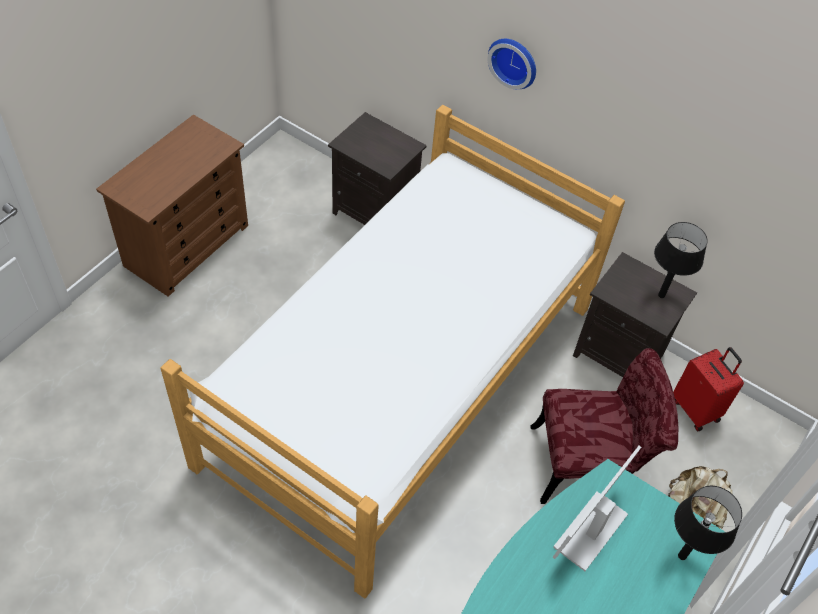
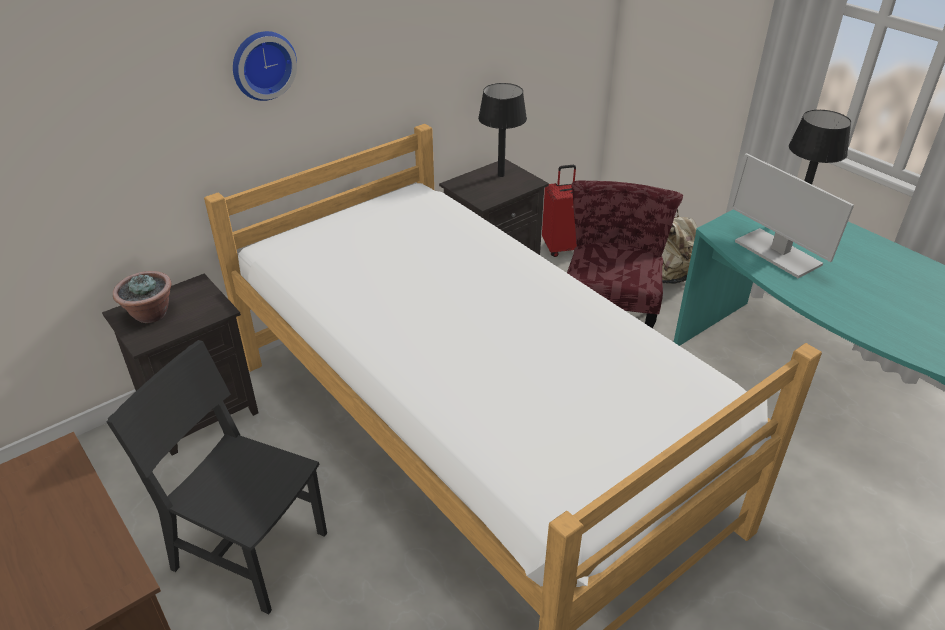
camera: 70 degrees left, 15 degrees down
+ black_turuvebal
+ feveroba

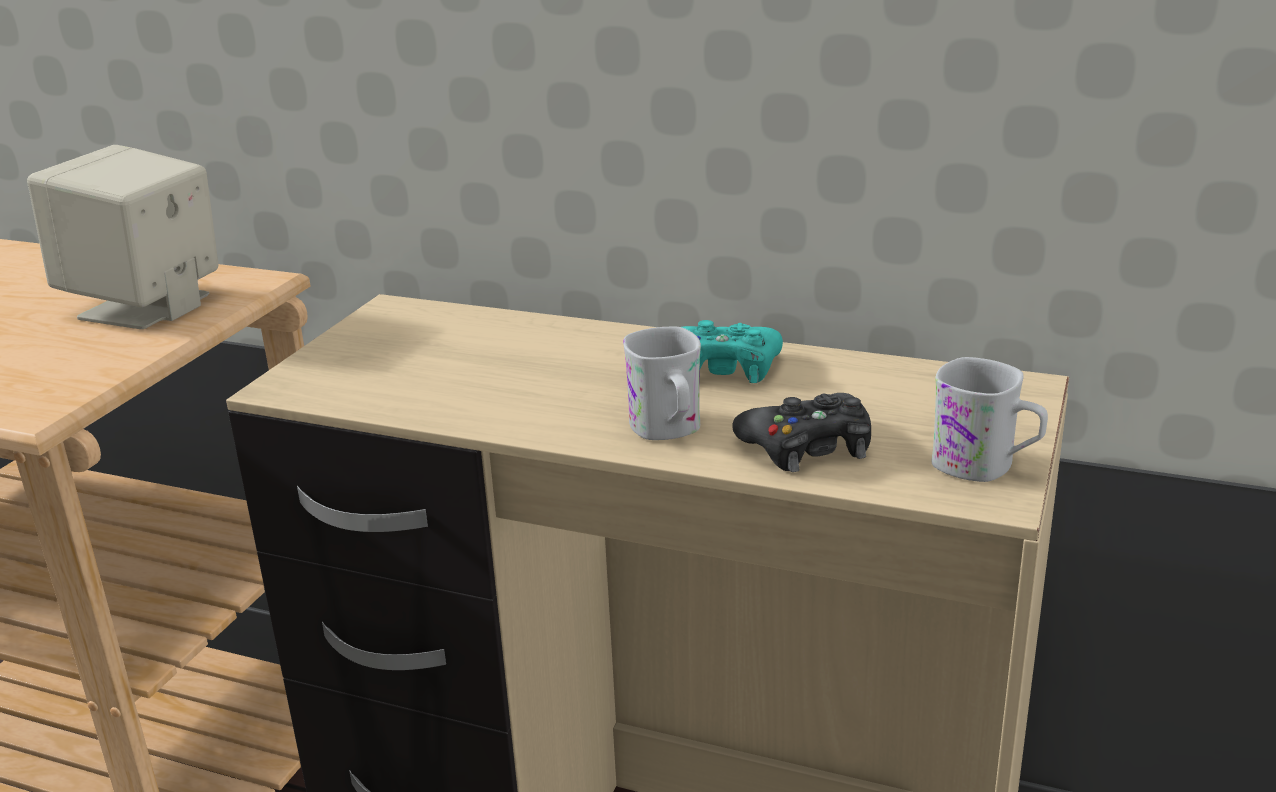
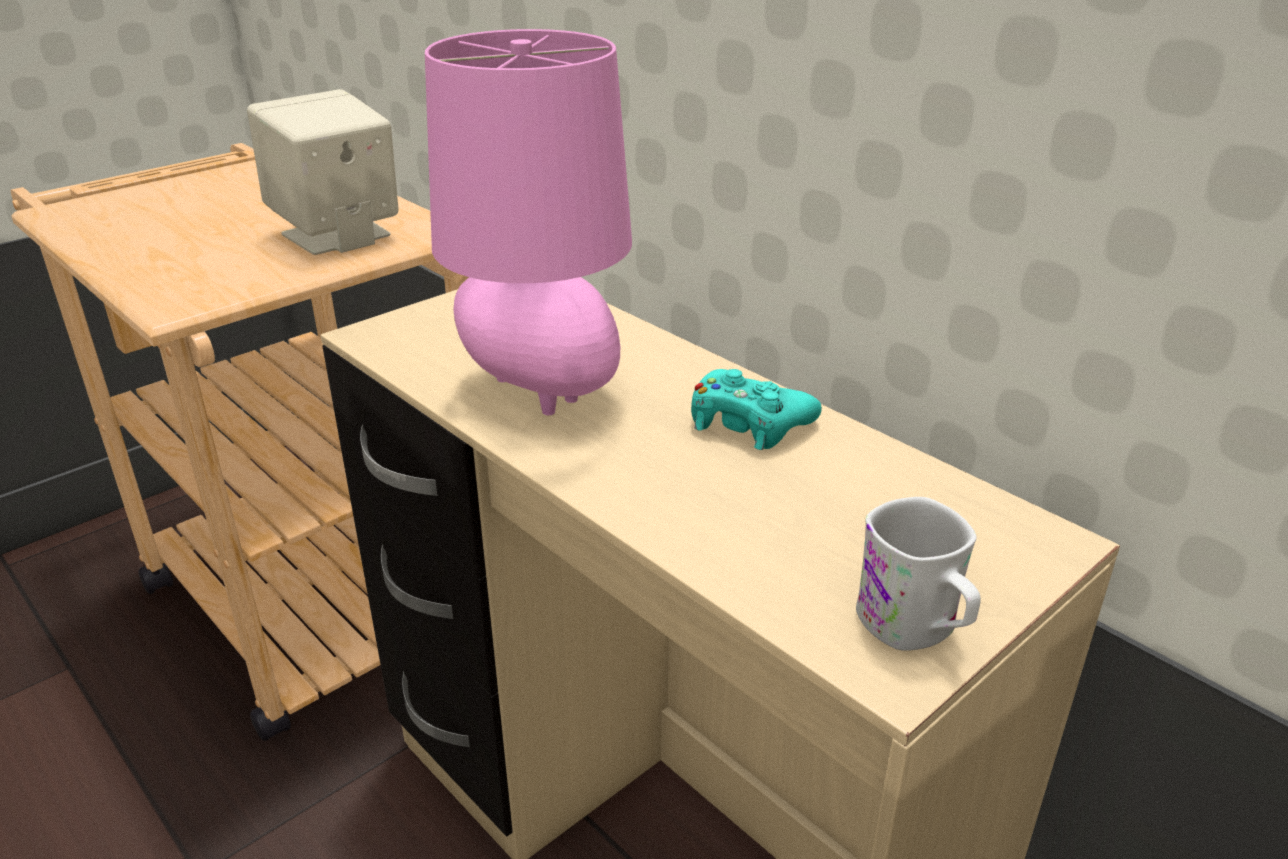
camera: 25 degrees right, 5 degrees up
- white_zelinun (no. 1 from left)
- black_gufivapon
+ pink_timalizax

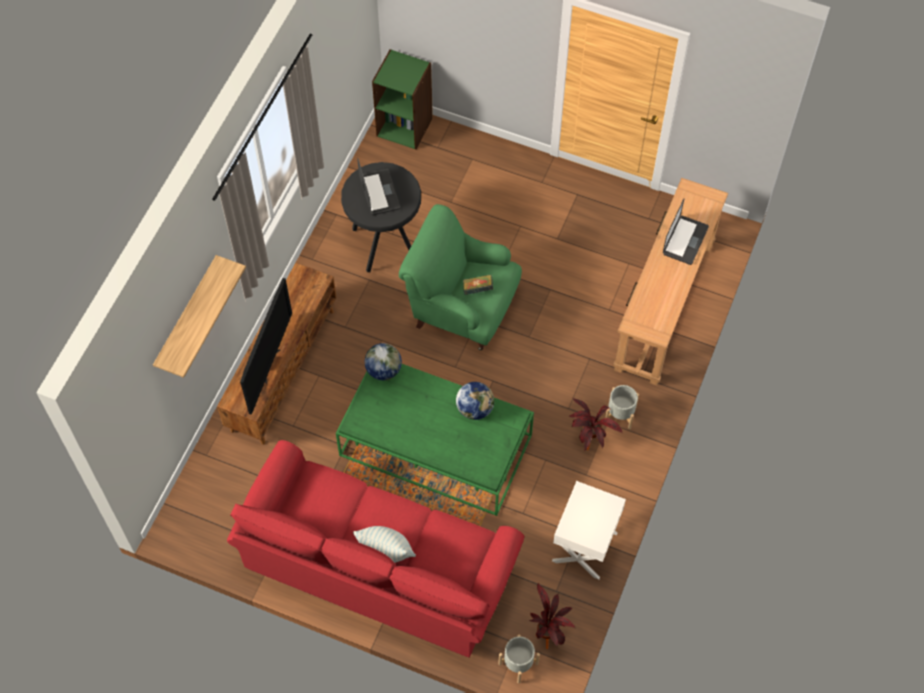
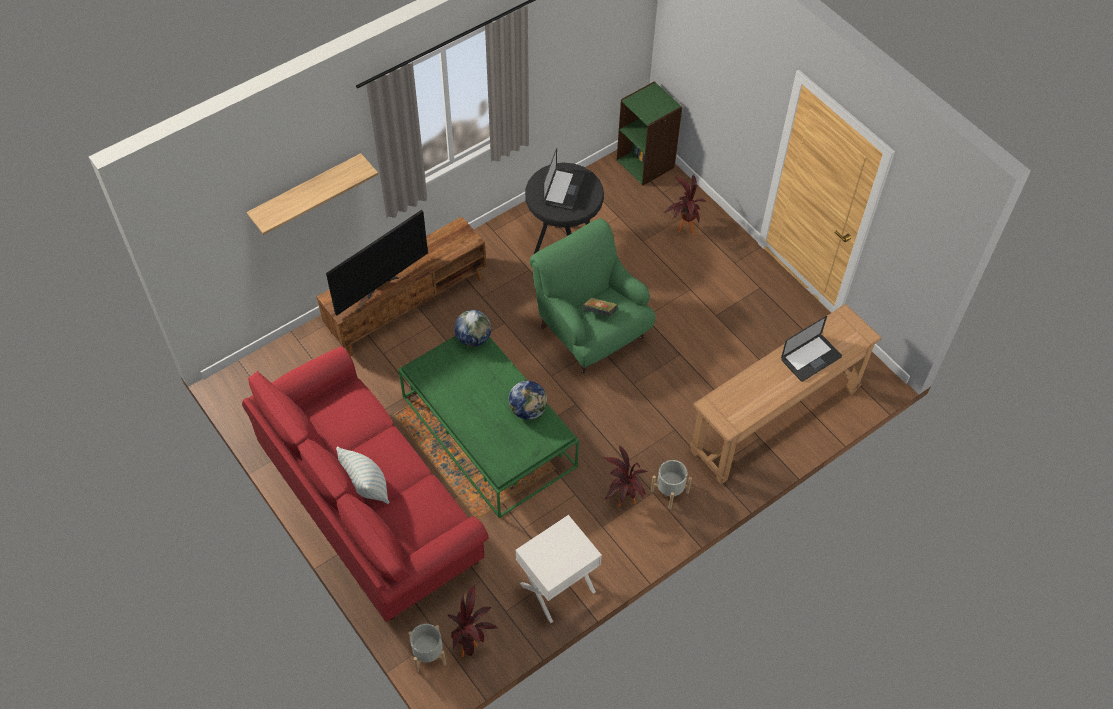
camera: 30 degrees right, 5 degrees down
+ feveroba (no. 3 from left)

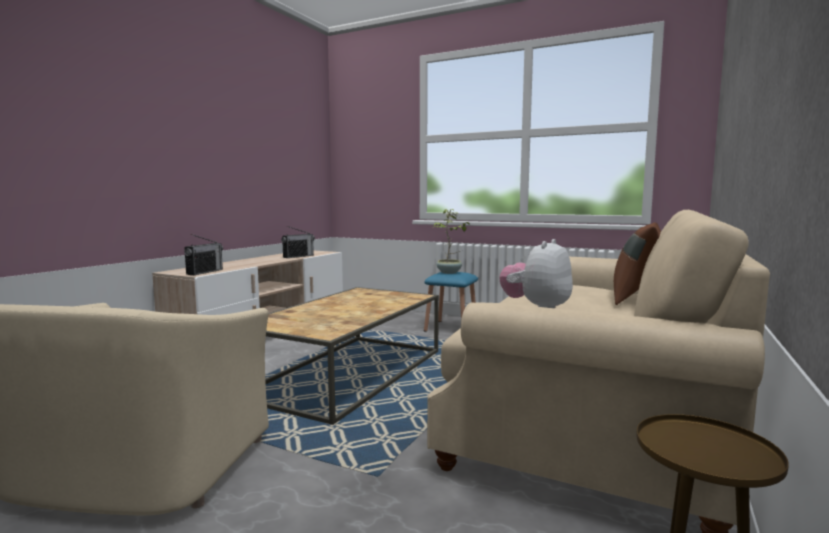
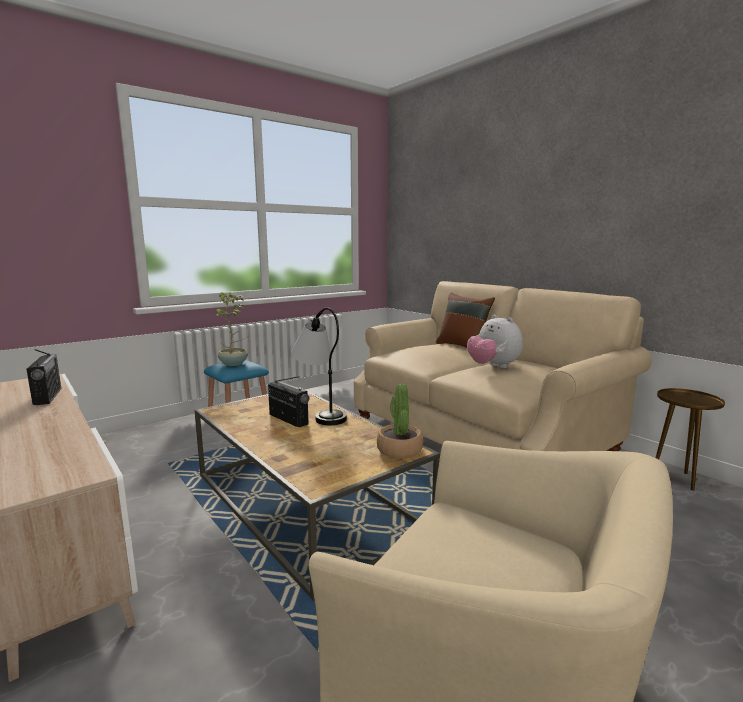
camera: 65 degrees left, 5 degrees up
+ timalizax
+ feveroba (no. 2 from left)
~ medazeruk (no. 1 from left in the first image) to medazeruk (no. 2 from left)

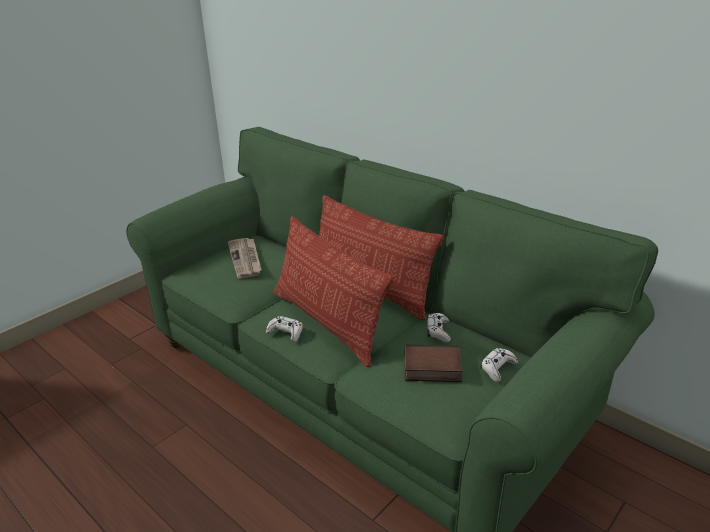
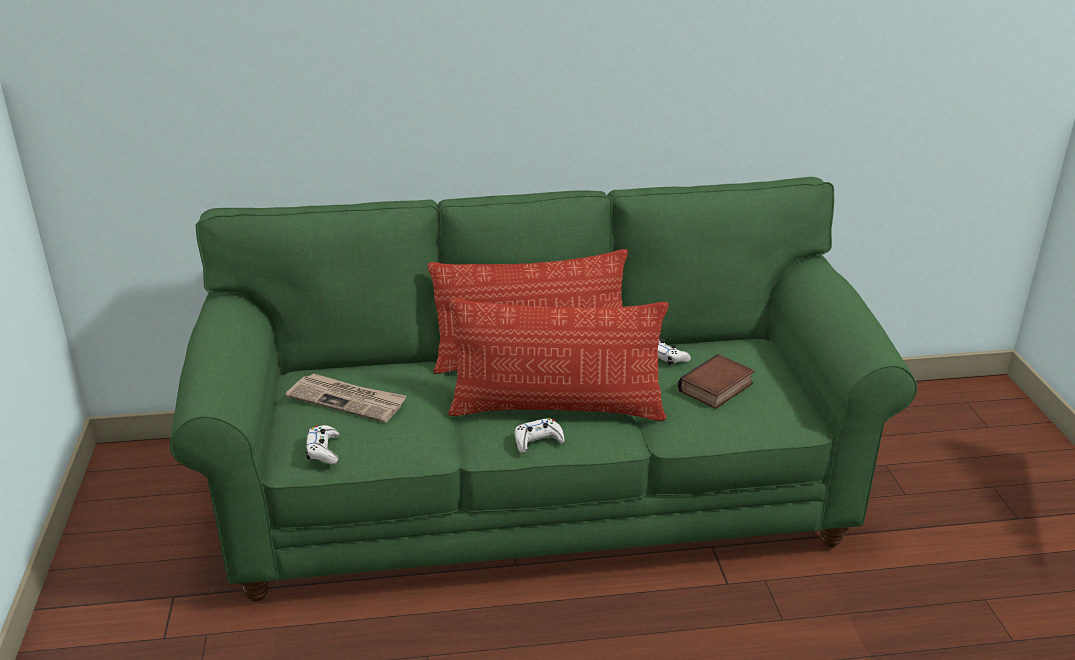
camera: 50 degrees left, 0 degrees up
~ white_gufivapon (no. 3 from left in the first image) to white_gufivapon (no. 1 from left)

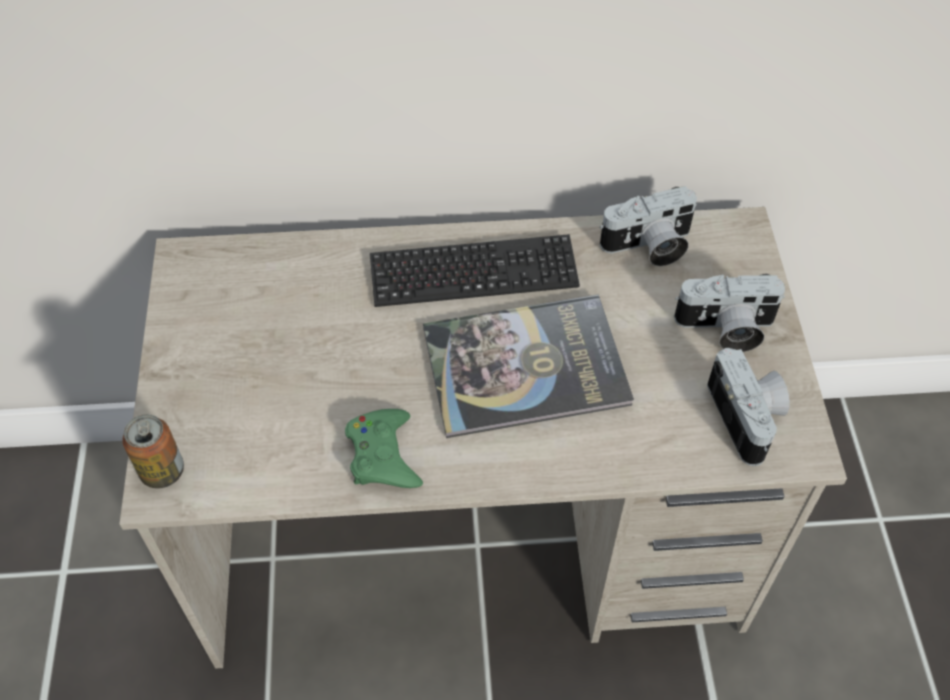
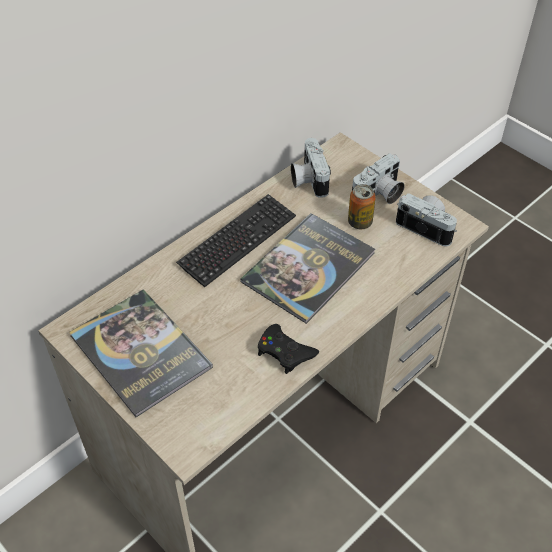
camera: 40 degrees left, 5 degrees down
+ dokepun (no. 1 from left)
~ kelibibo
~ green_gufivapon to black_gufivapon
~ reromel (no. 1 from left) 135 degrees clockwise

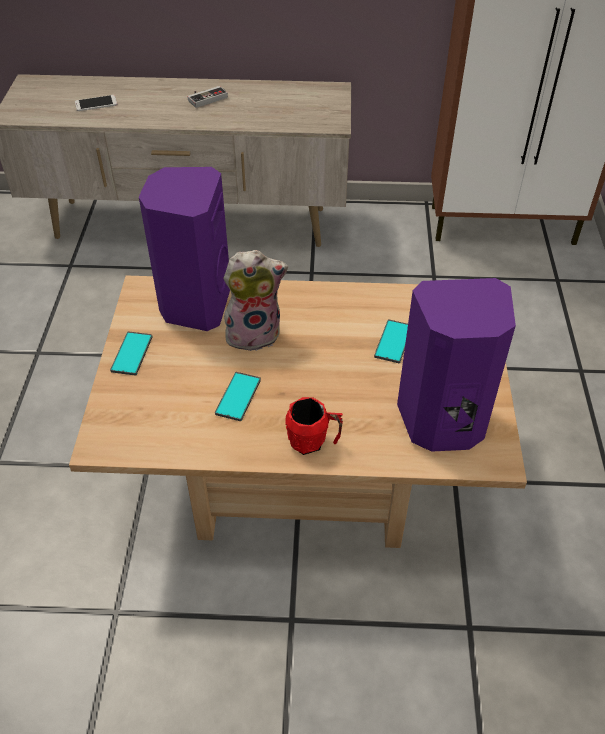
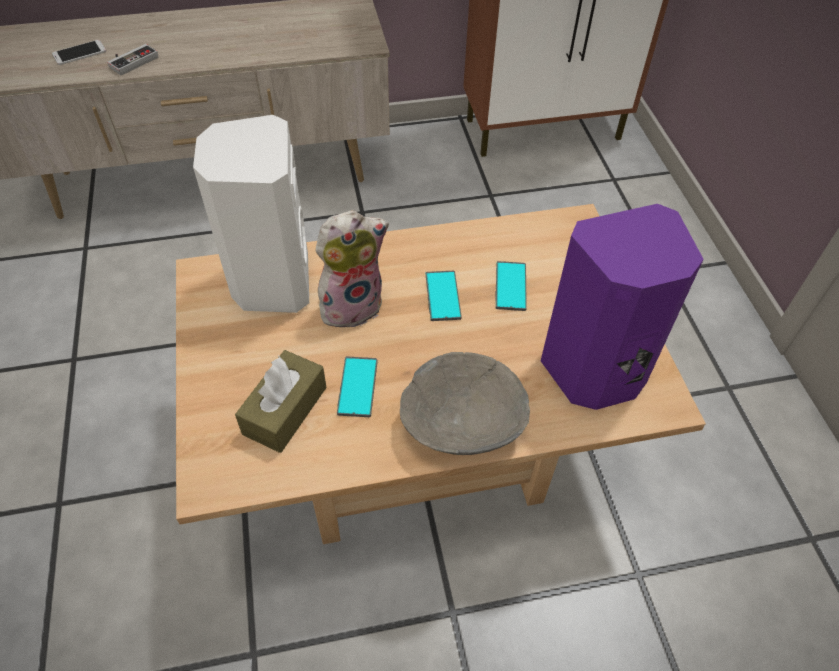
camera: 15 degrees left, 5 degrees up
+ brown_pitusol
~ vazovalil (no. 2 from left in the first image) to vazovalil (no. 3 from left)
~ gufivapon
~ red_zelinun to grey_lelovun
~ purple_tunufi (no. 1 from left) to white_tunufi

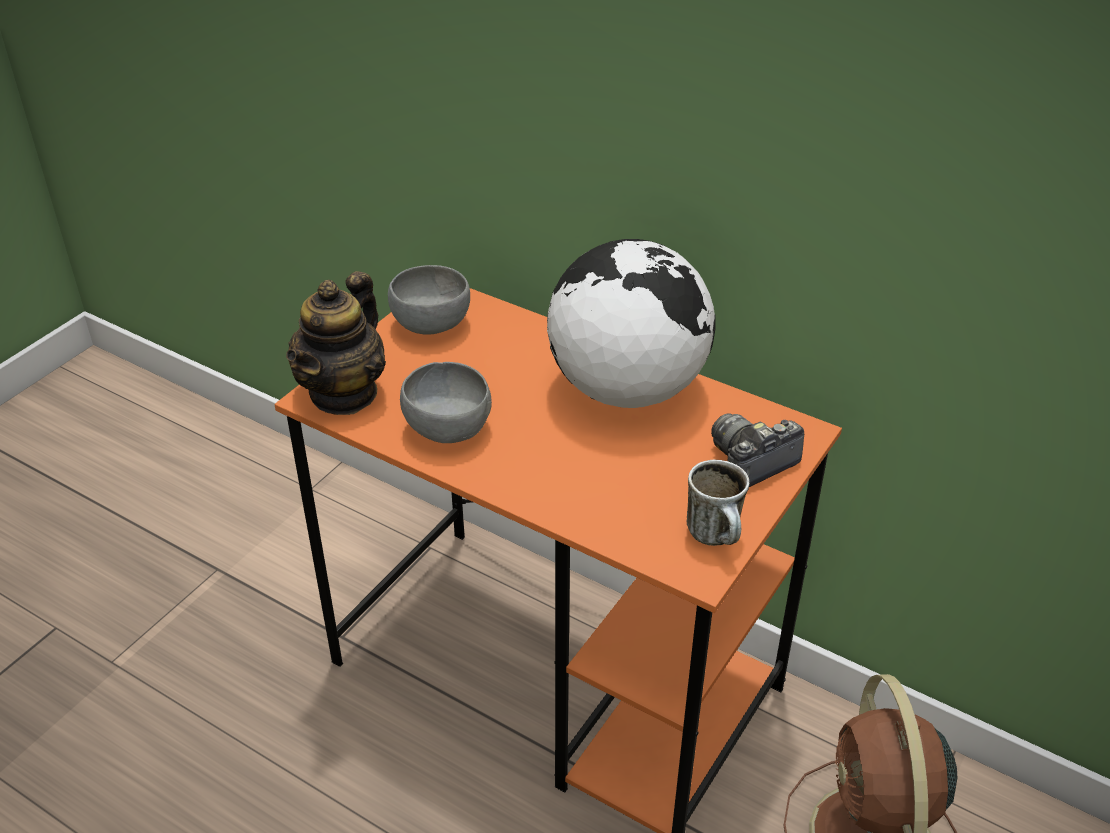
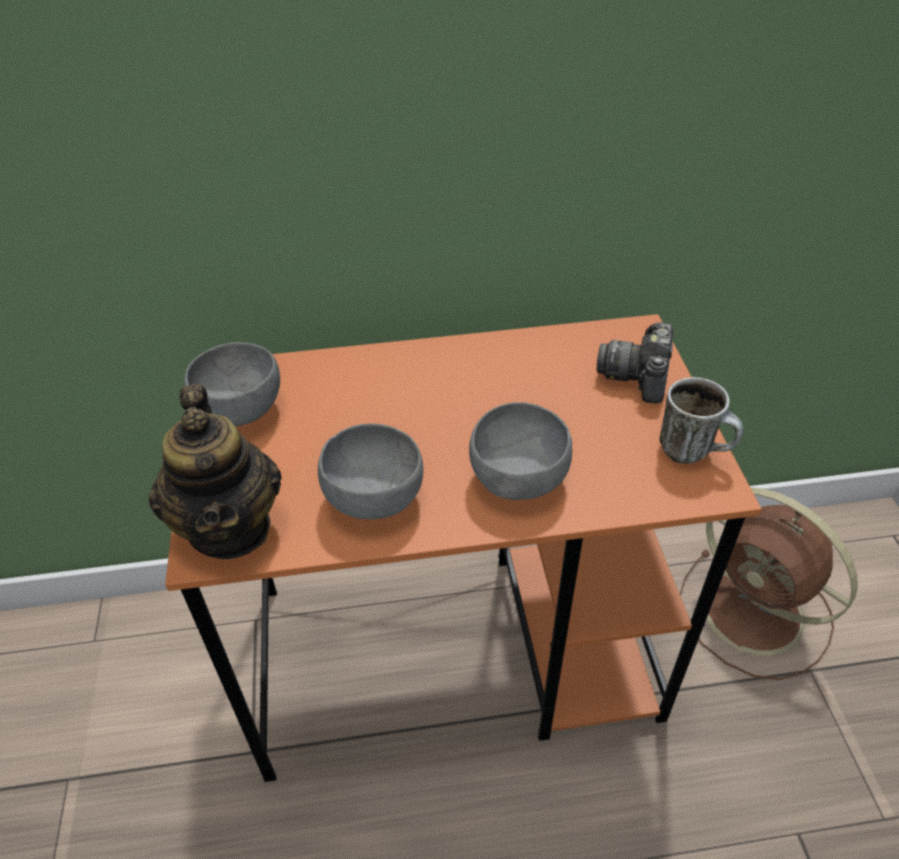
camera: 40 degrees left, 5 degrees up
- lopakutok
+ grey_lelovun (no. 3 from left)

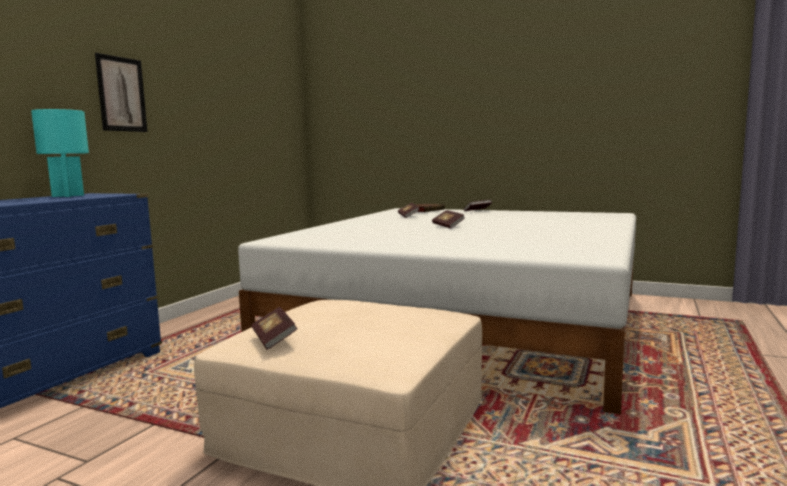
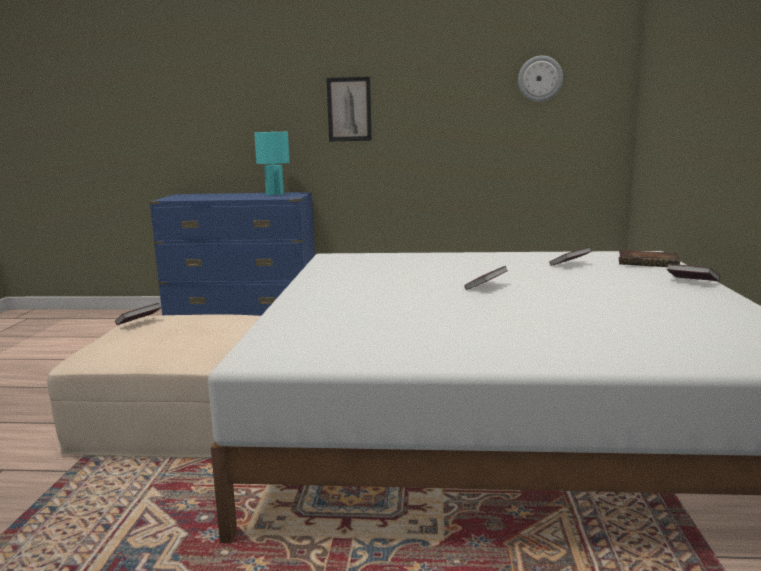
camera: 70 degrees right, 5 degrees up
+ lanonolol

